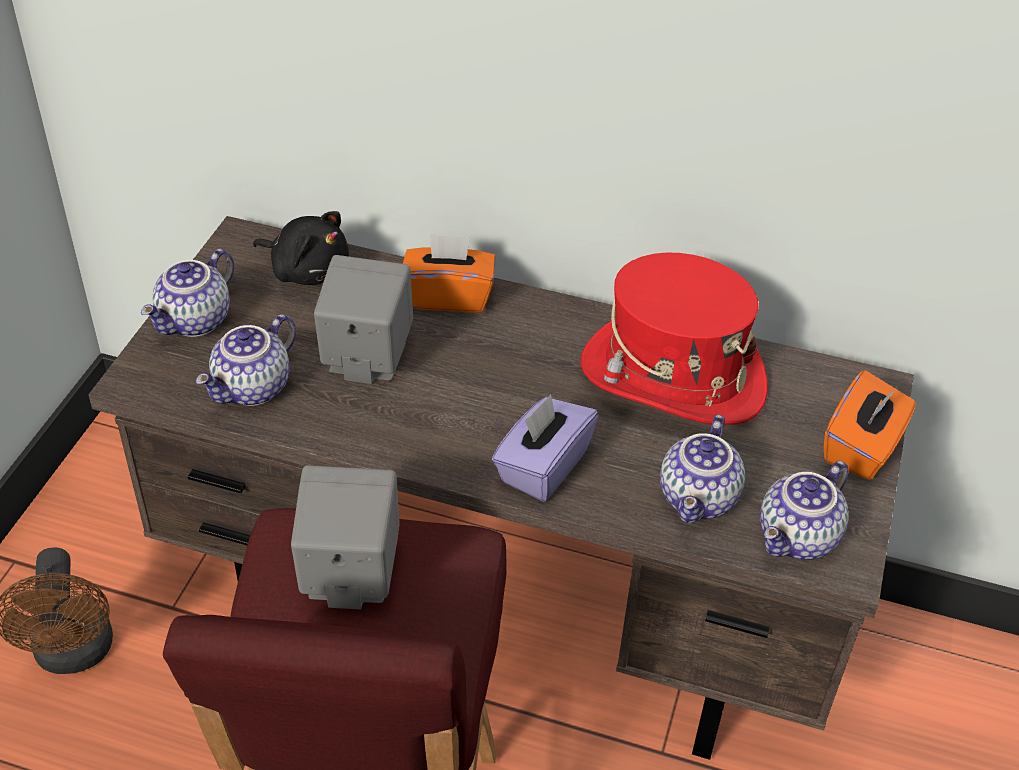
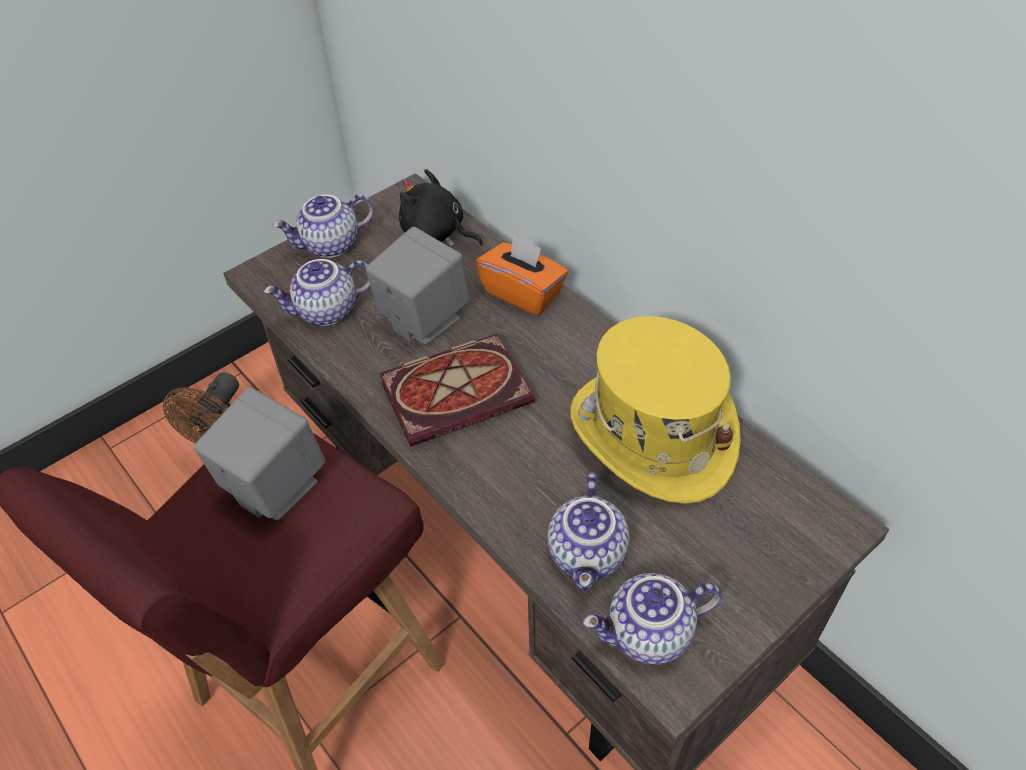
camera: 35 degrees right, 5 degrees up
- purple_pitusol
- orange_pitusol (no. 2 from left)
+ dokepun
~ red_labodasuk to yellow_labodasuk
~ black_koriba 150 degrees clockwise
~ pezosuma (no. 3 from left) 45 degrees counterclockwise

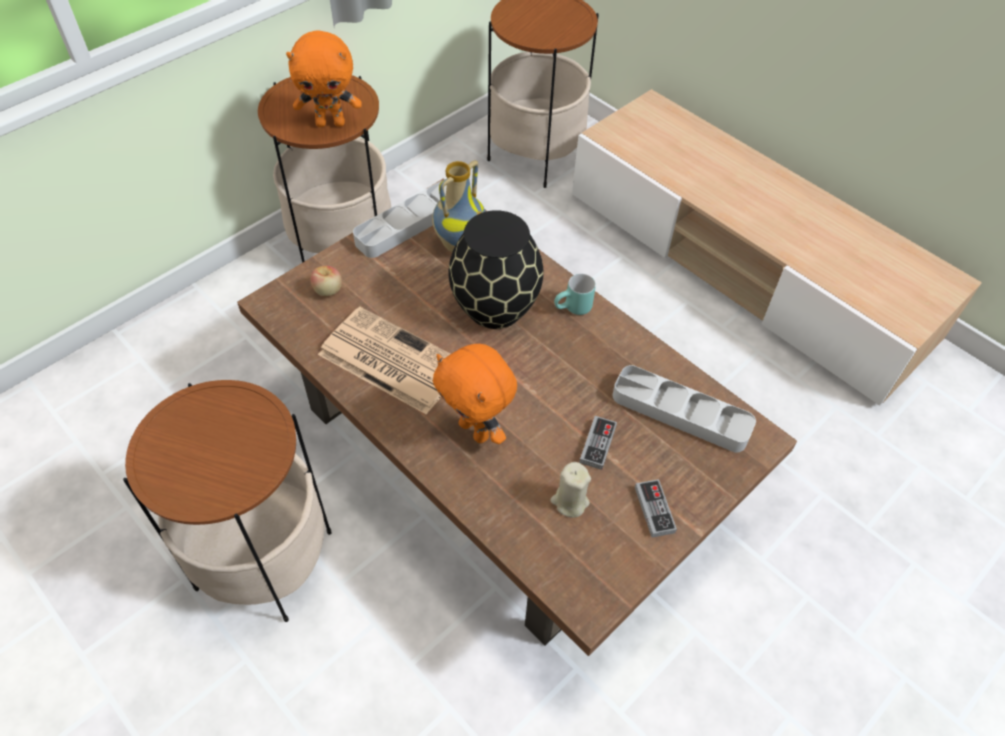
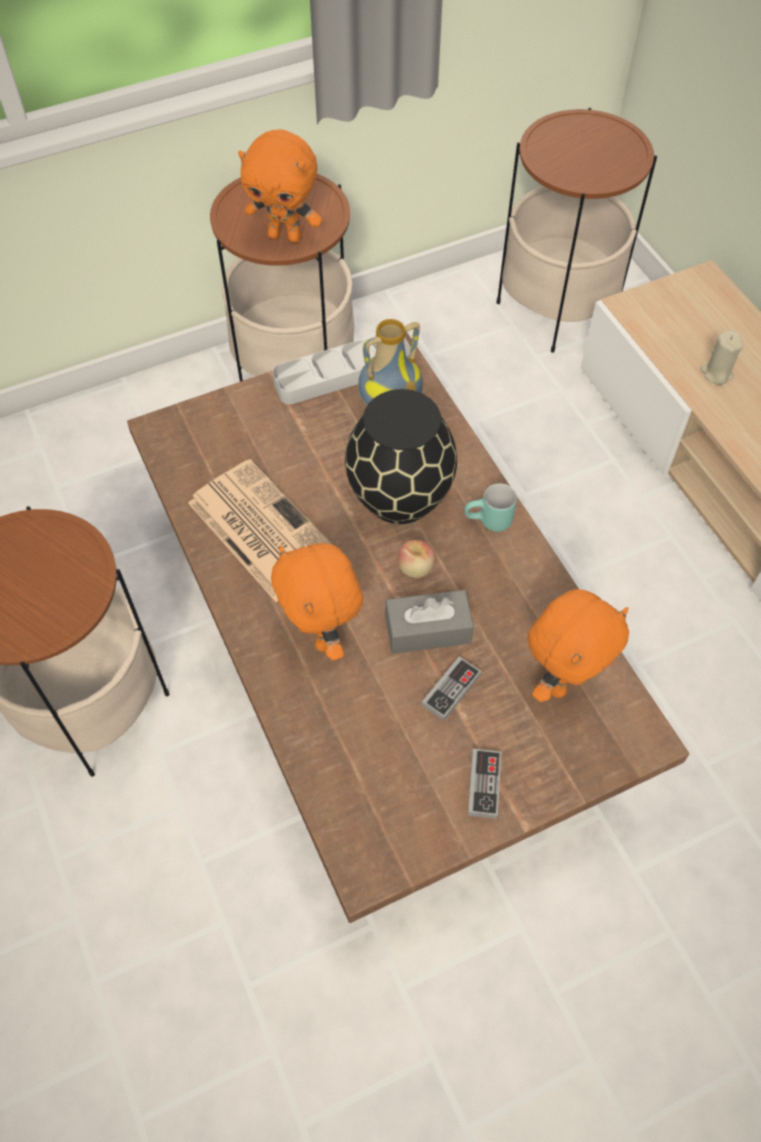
camera: 20 degrees right, 5 degrees up
+ grey_pitusol
~ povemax
~ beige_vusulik
~ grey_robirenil (no. 2 from left) to orange_koriba (no. 3 from left)

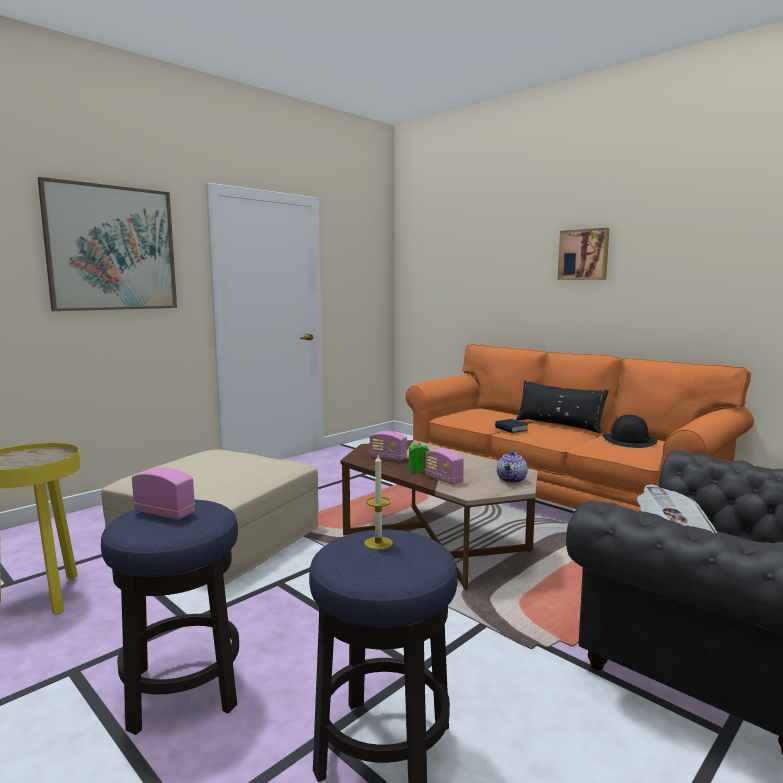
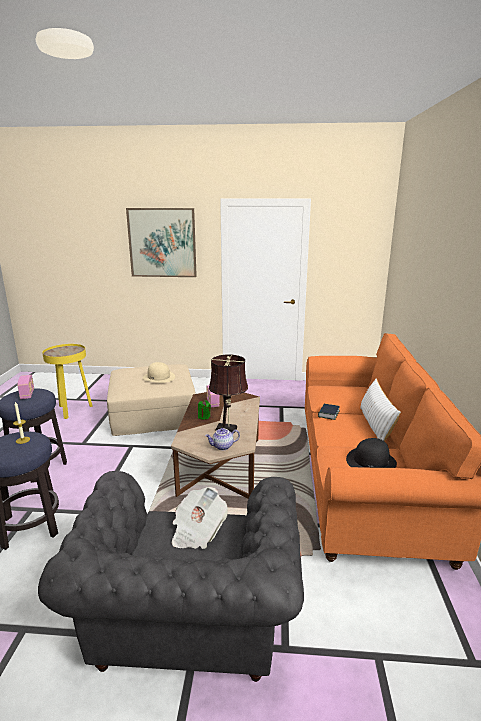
camera: 50 degrees right, 10 degrees up
- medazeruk (no. 3 from left)
- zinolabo (no. 2 from left)
+ beige_labodasuk
+ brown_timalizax
~ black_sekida to white_sekida

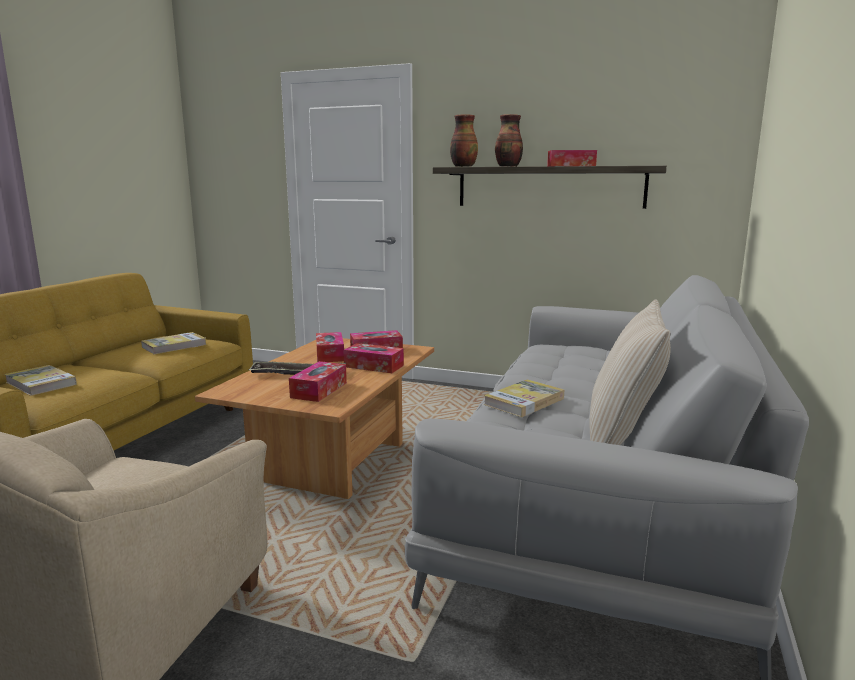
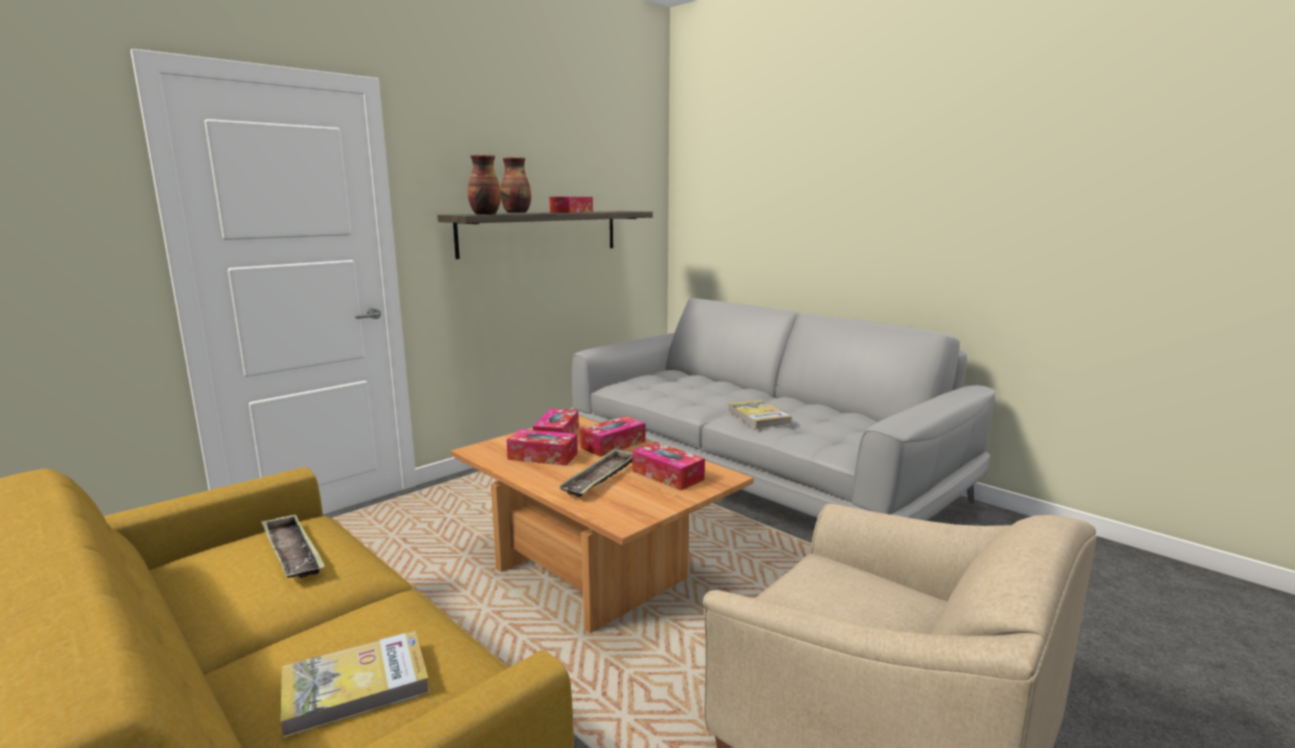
camera: 65 degrees left, 0 degrees up
- beige_sekida
~ dokepun (no. 2 from left) to robirenil (no. 1 from left)

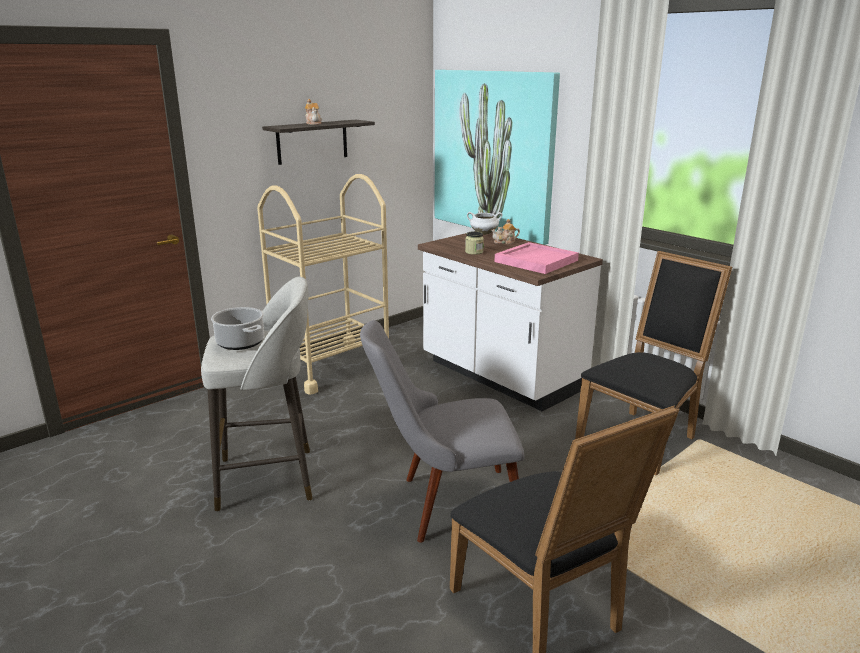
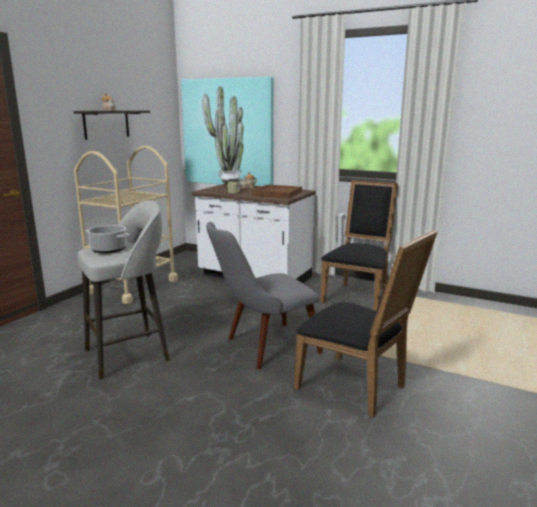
camera: 20 degrees left, 5 degrees down
~ pink_robirenil to brown_robirenil

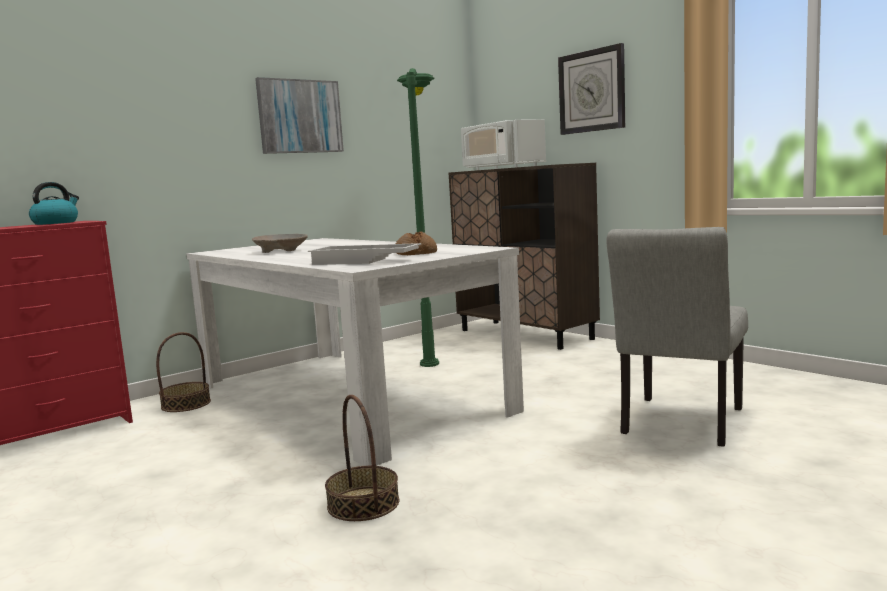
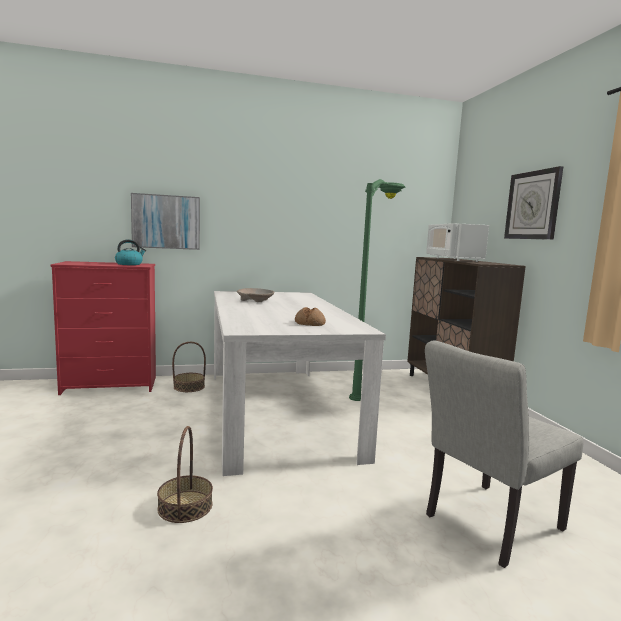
camera: 25 degrees right, 0 degrees up
- white_robirenil
~ zinolabo

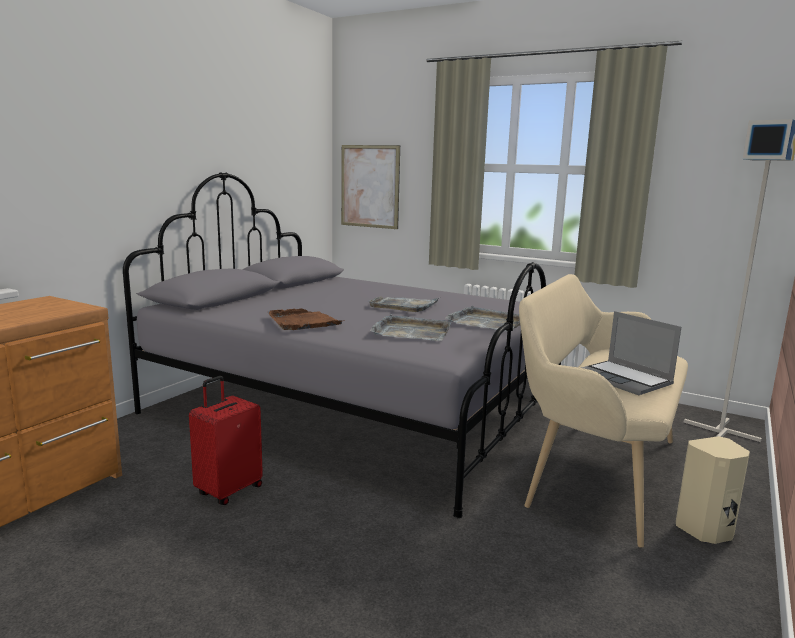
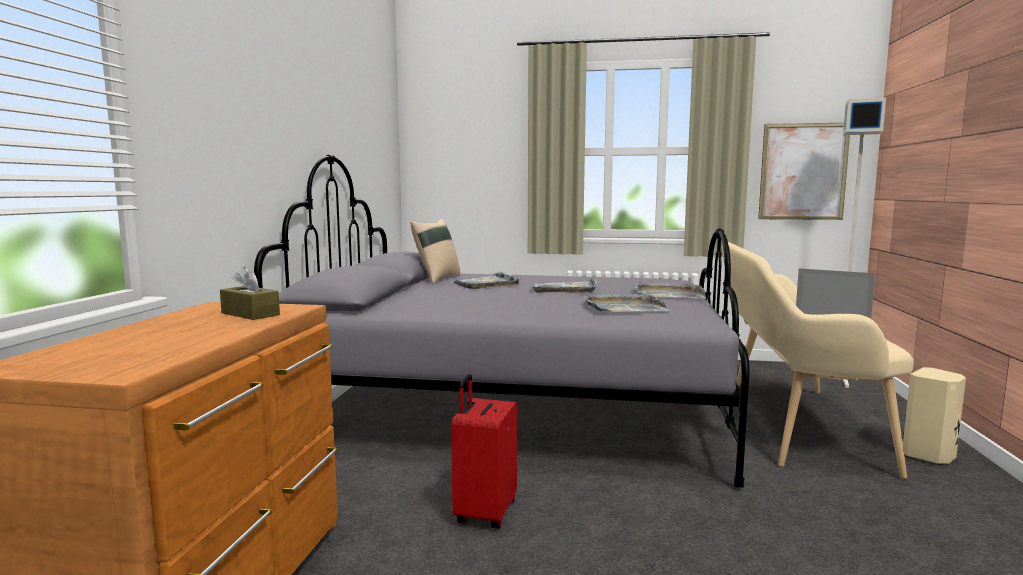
camera: 20 degrees left, 5 degrees down
- brown_robirenil
+ brown_pitusol
+ beige_sekida
+ grey_robirenil (no. 1 from left)
~ zinolabo

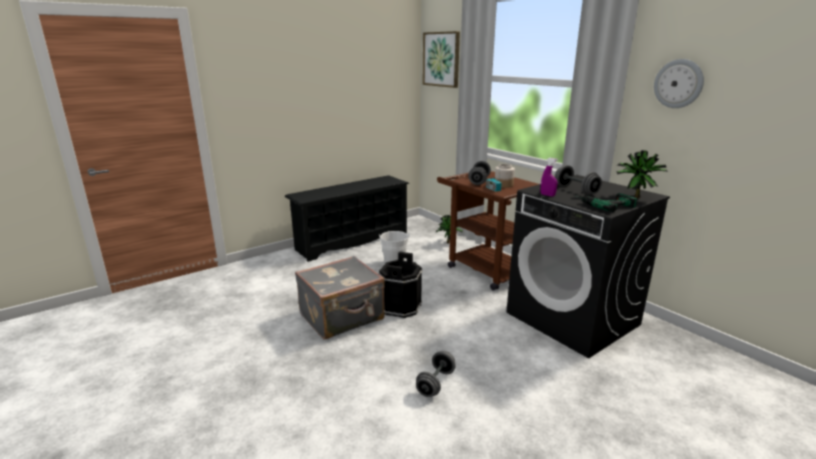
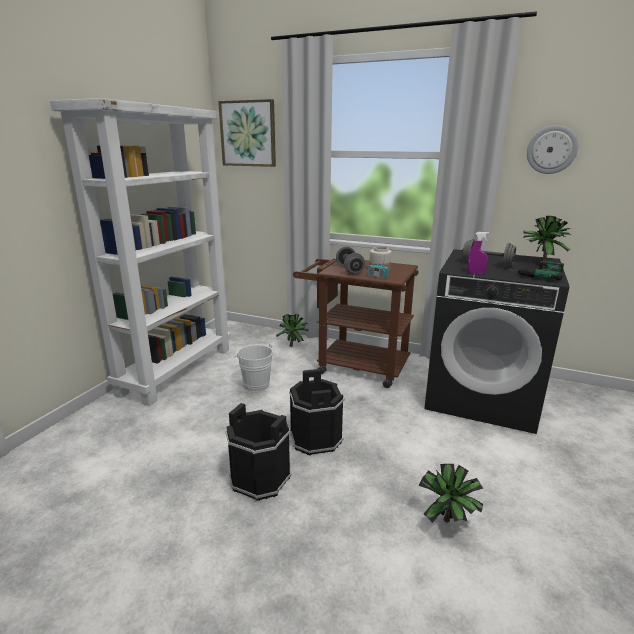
camera: 30 degrees left, 0 degrees up
~ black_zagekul to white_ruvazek
~ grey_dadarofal to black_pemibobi (no. 1 from left)
~ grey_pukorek (no. 1 from left) to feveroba (no. 2 from left)

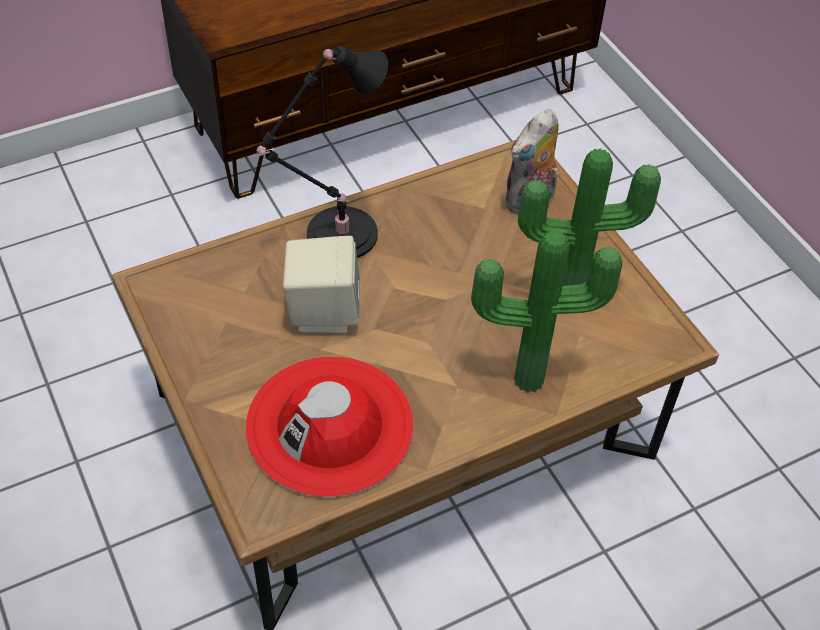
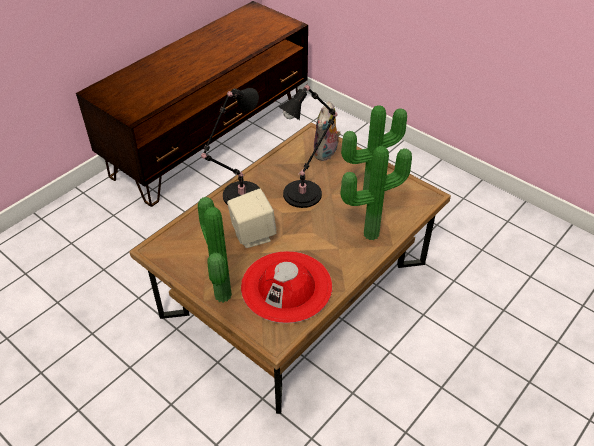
camera: 20 degrees left, 5 degrees down
+ feveroba (no. 1 from left)
+ black_timalizax (no. 2 from left)

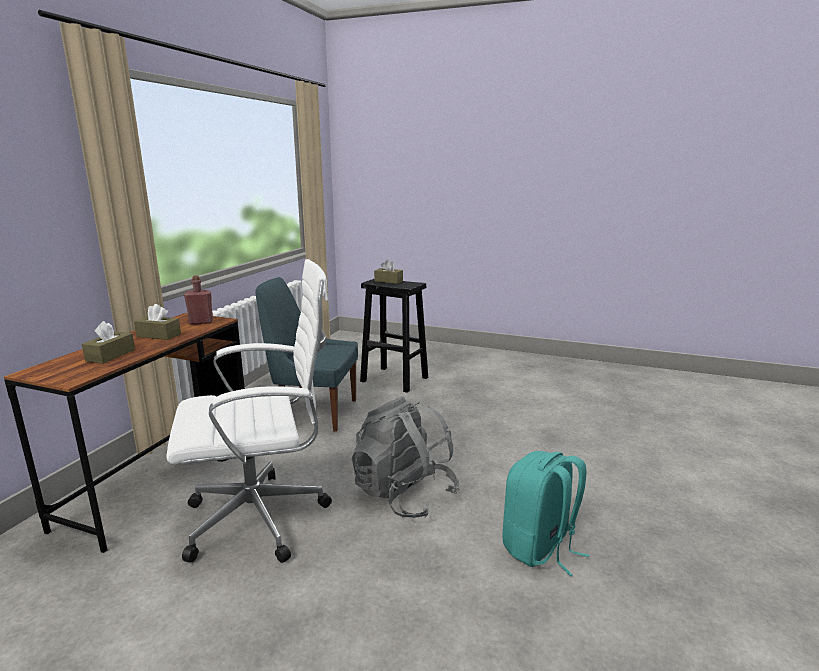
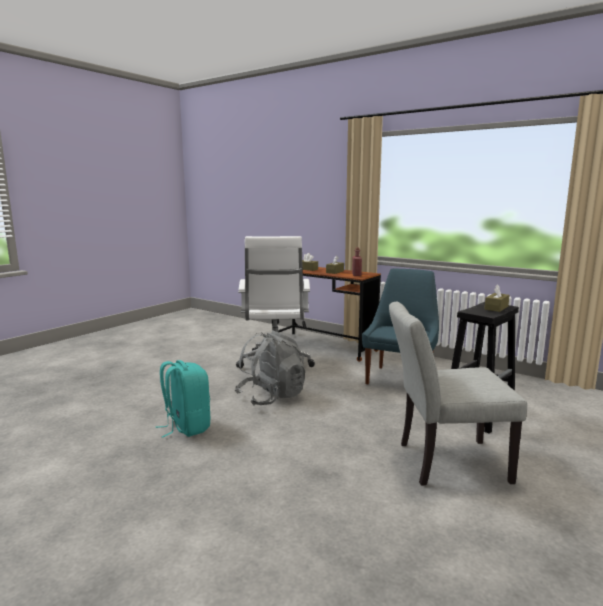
camera: 105 degrees right, 5 degrees down
+ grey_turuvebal

